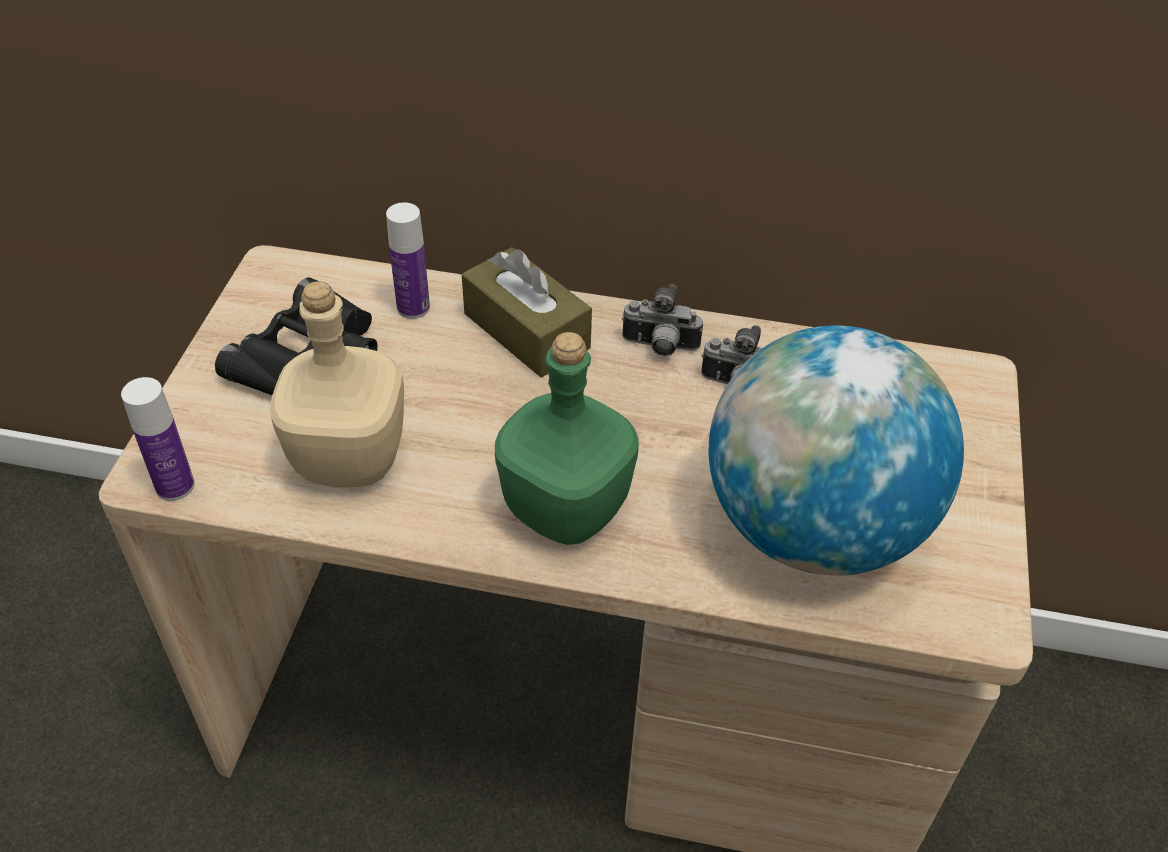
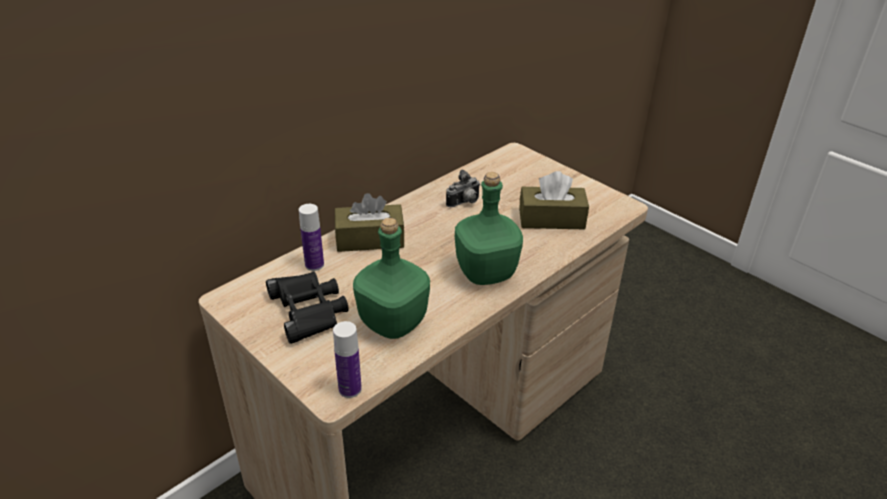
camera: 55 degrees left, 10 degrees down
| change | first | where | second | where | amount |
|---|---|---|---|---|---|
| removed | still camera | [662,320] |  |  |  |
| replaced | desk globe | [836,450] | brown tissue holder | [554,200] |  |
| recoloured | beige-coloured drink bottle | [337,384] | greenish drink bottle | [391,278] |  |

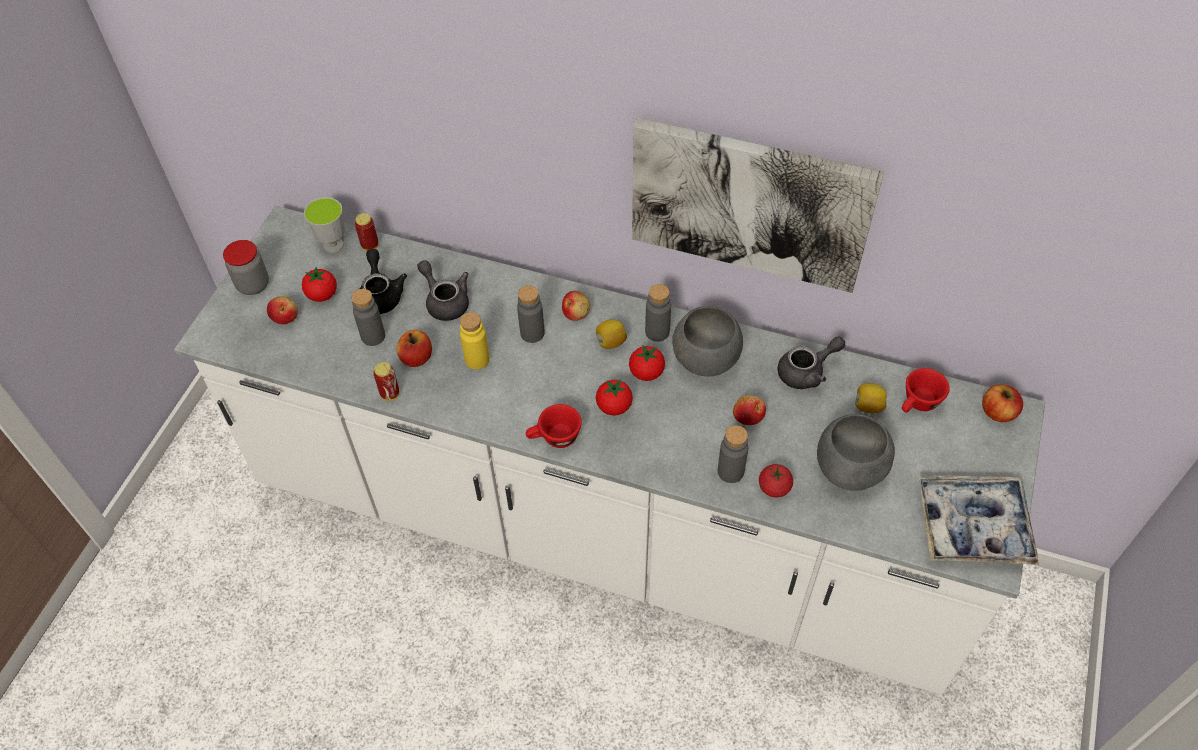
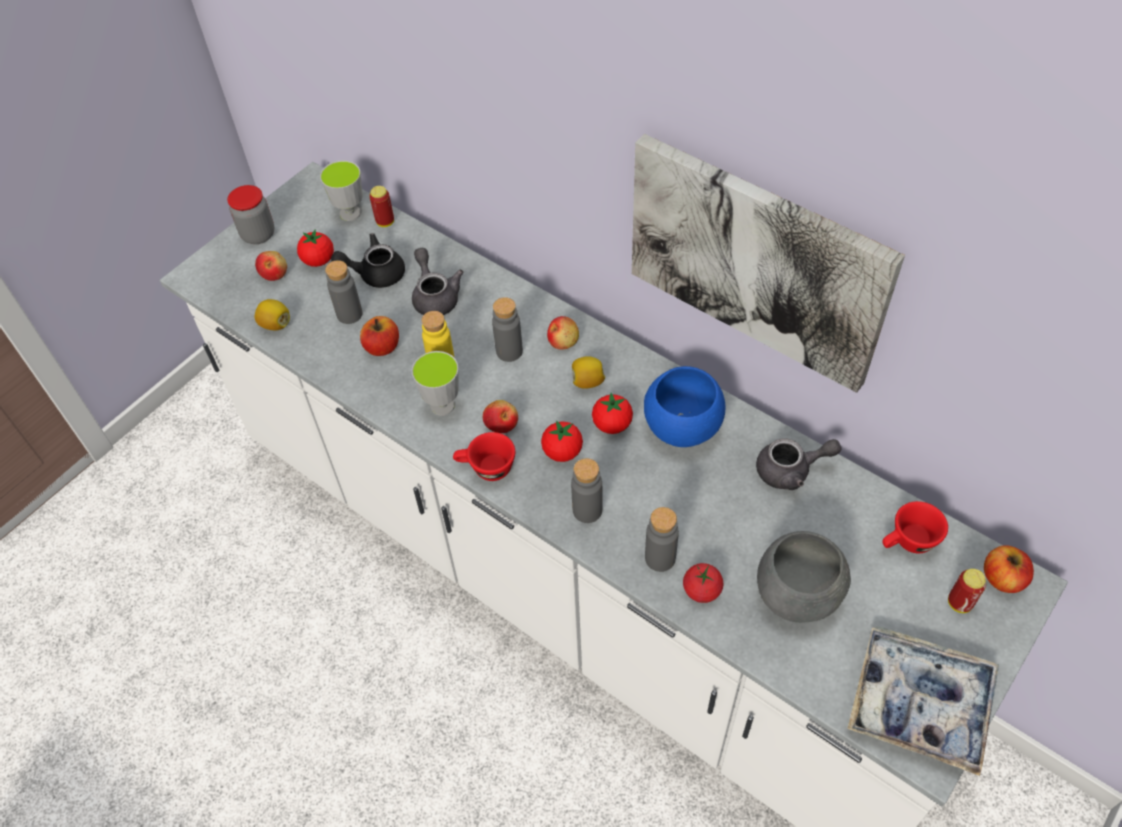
camera: 20 degrees right, 0 degrees up
| change | first | where | second | where | amount |
|---|---|---|---|---|---|
| added |  |  | drinking cup | [435,383] |  |
| moved | metal can | [386,381] |  | [967,591] |  |
| moved | gray drink bottle | [658,313] |  | [586,490] |  |
| moved | apple | [749,410] |  | [500,416] |  |
| moved | whole lemon | [871,398] |  | [272,315] |  |
| recoloured | gray deep dish | [707,341] | blue deep dish | [684,406] |  |
| turned | black tea pot | [383,281] |  | [368,260] | 105 degrees counterclockwise |

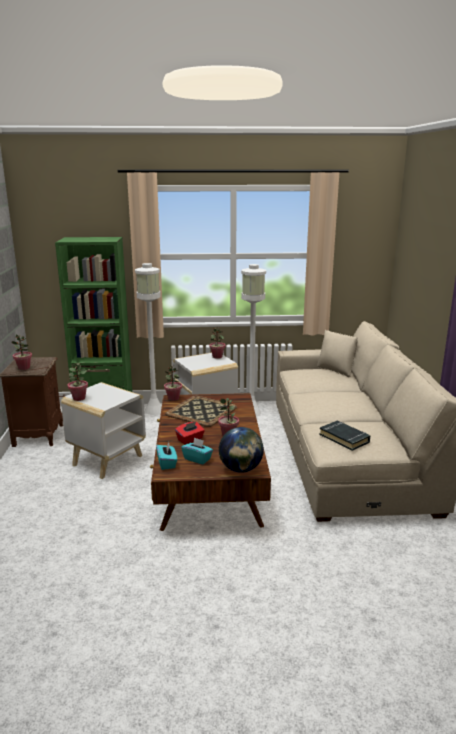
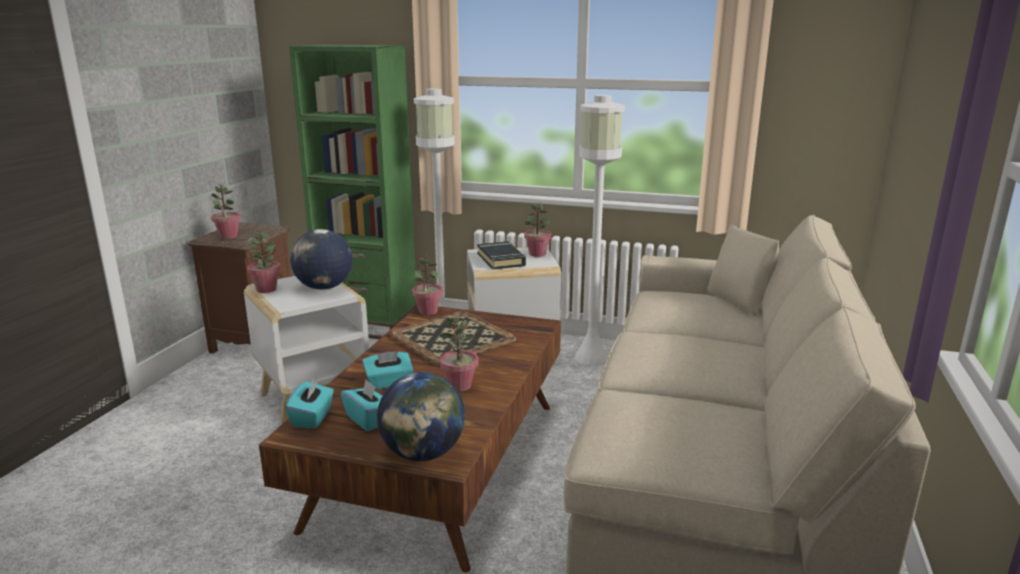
camera: 20 degrees right, 0 degrees up
| change | first | where | second | where | amount |
|---|---|---|---|---|---|
| added |  |  | desk globe | [321,259] |  |
| moved | black volume | [345,436] |  | [501,255] |  |
| recoloured | red tissue holder | [190,433] | turquoise-coloured tissue holder | [387,371] |  |

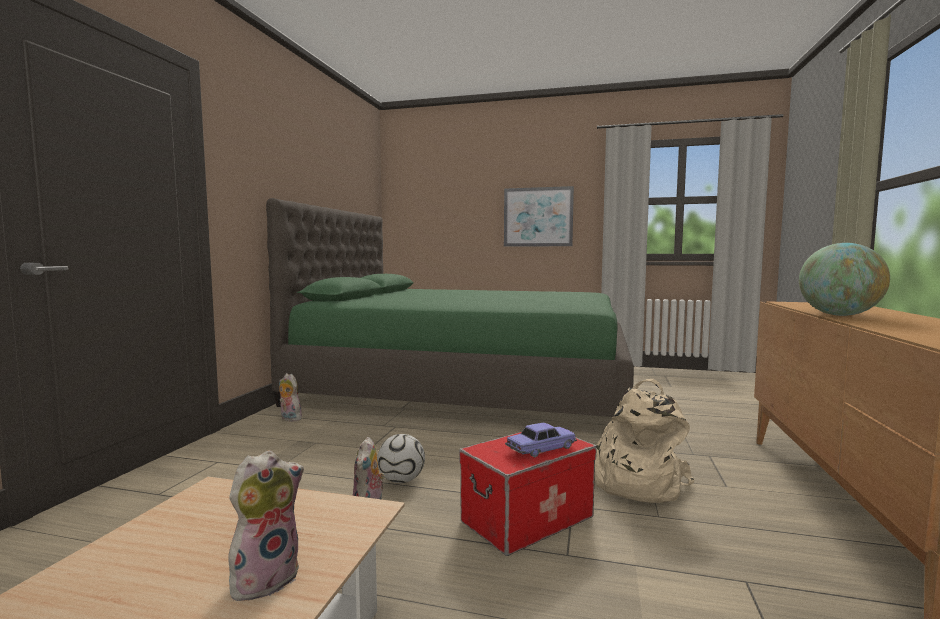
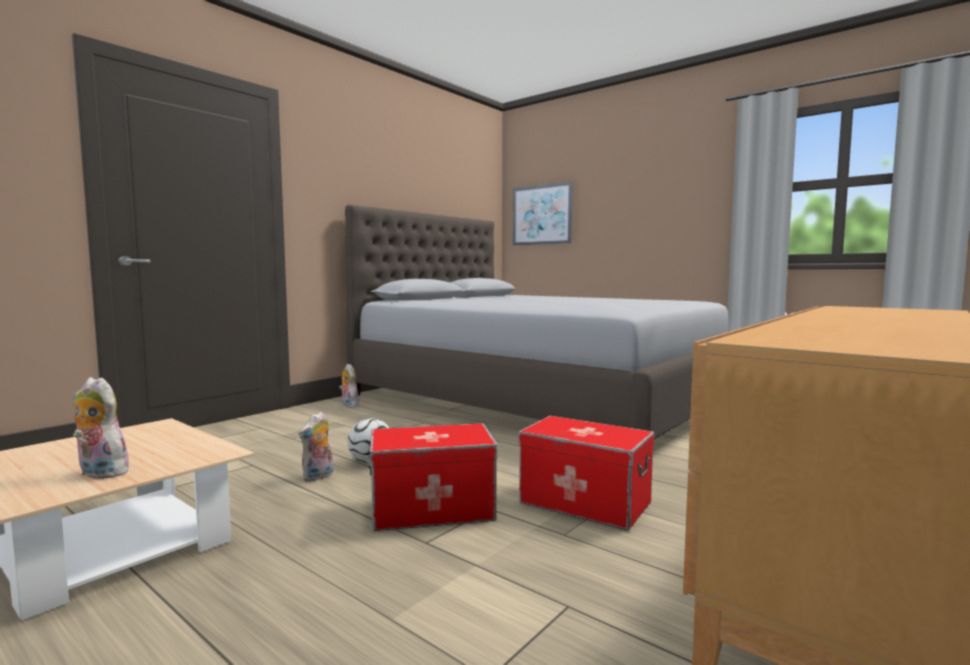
camera: 25 degrees right, 0 degrees up
| change | first | where | second | where | amount |
|---|---|---|---|---|---|
| removed | miniature car | [541,440] |  |  |  |
| removed | desk globe | [844,279] |  |  |  |
| moved | picture | [539,216] |  | [543,213] |  |
| replaced | beige-coloured rucksack | [644,441] | storage container | [586,473] |  |
| recoloured | greenish bed | [450,307] | gray bed | [537,322] |  |
| turned | plush toy | [266,526] |  | [101,428] | 135 degrees counterclockwise |

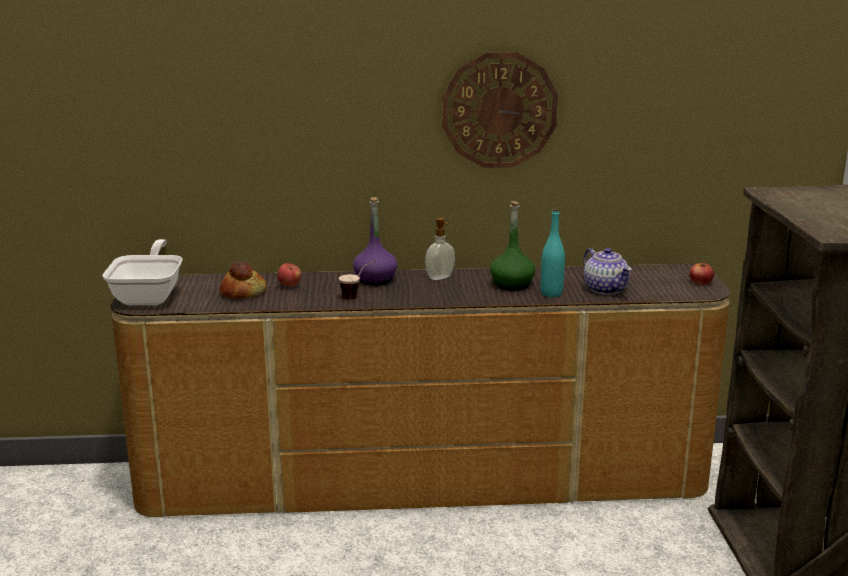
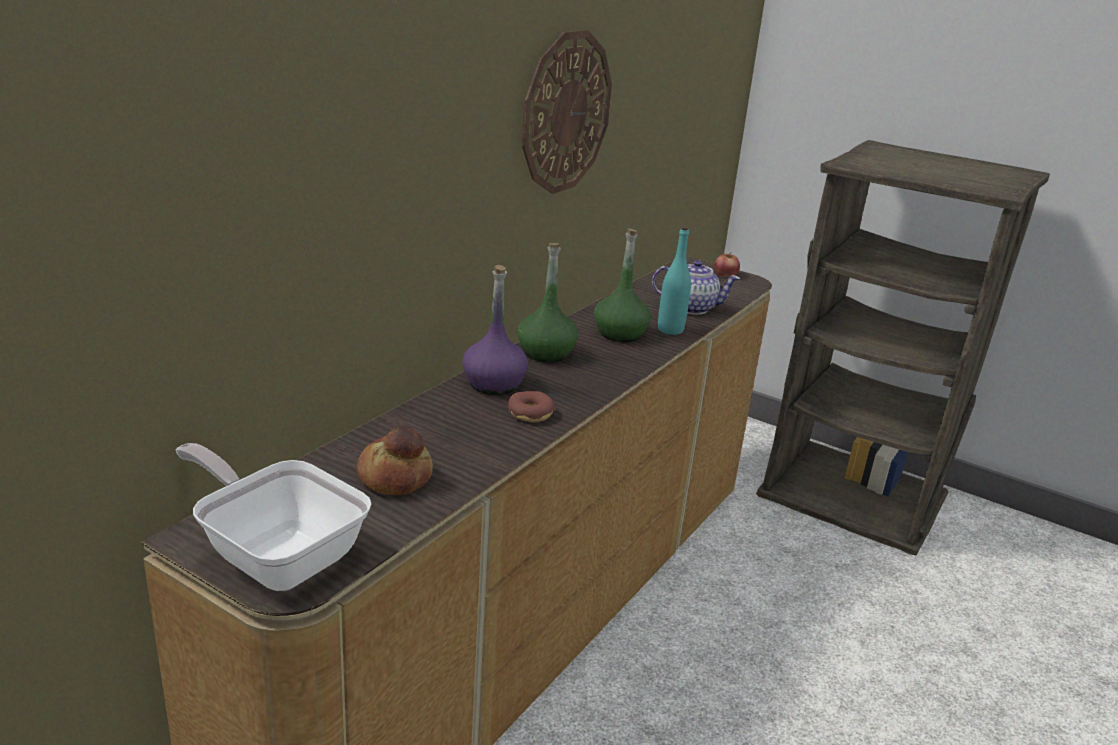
camera: 55 degrees left, 5 degrees up
| change | first | where | second | where | amount |
|---|---|---|---|---|---|
| removed | apple | [289,275] |  |  |  |
| replaced | drinking cup | [357,280] | donut | [531,406] |  |
| replaced | liquid soap bottle | [440,248] | greenish drink bottle | [547,302] |  |

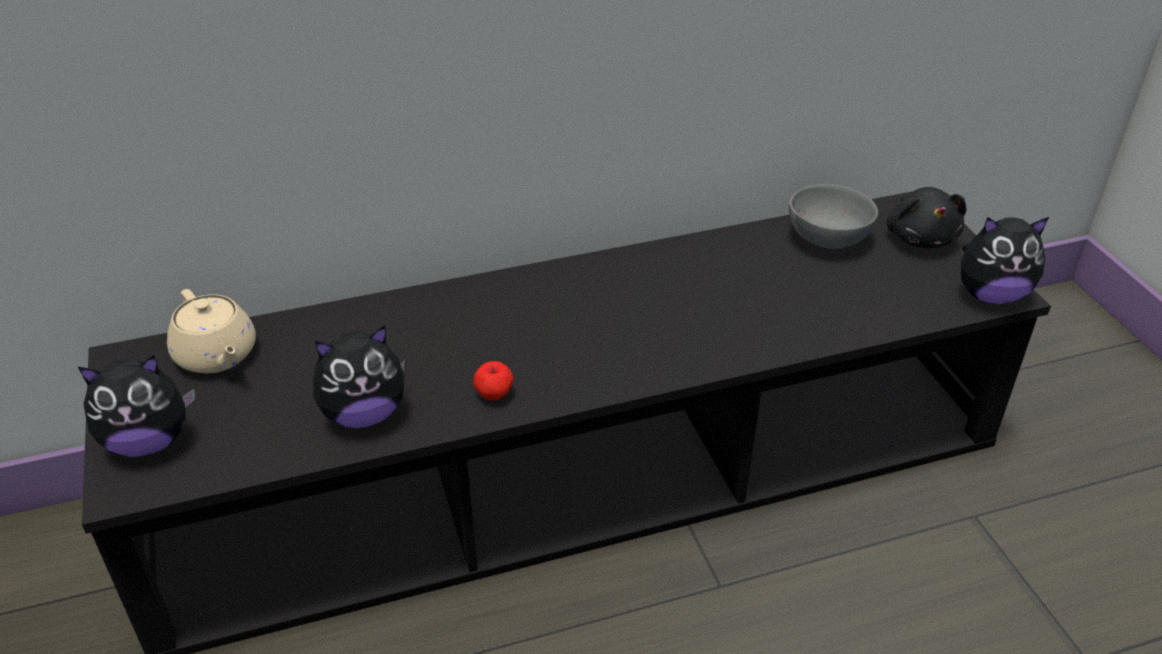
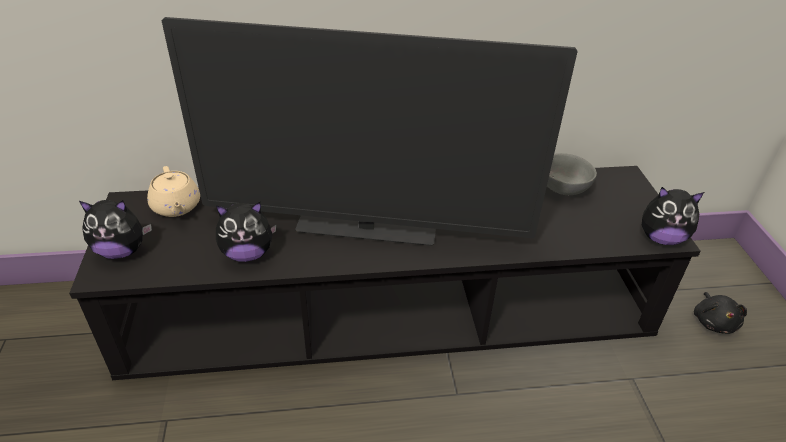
camera: 10 degrees right, 0 degrees up
| change | first | where | second | where | amount |
|---|---|---|---|---|---|
| removed | apple | [493,381] |  |  |  |
| added |  |  | TV | [370,131] |  |
| moved | black plush toy | [927,217] |  | [720,313] |  |

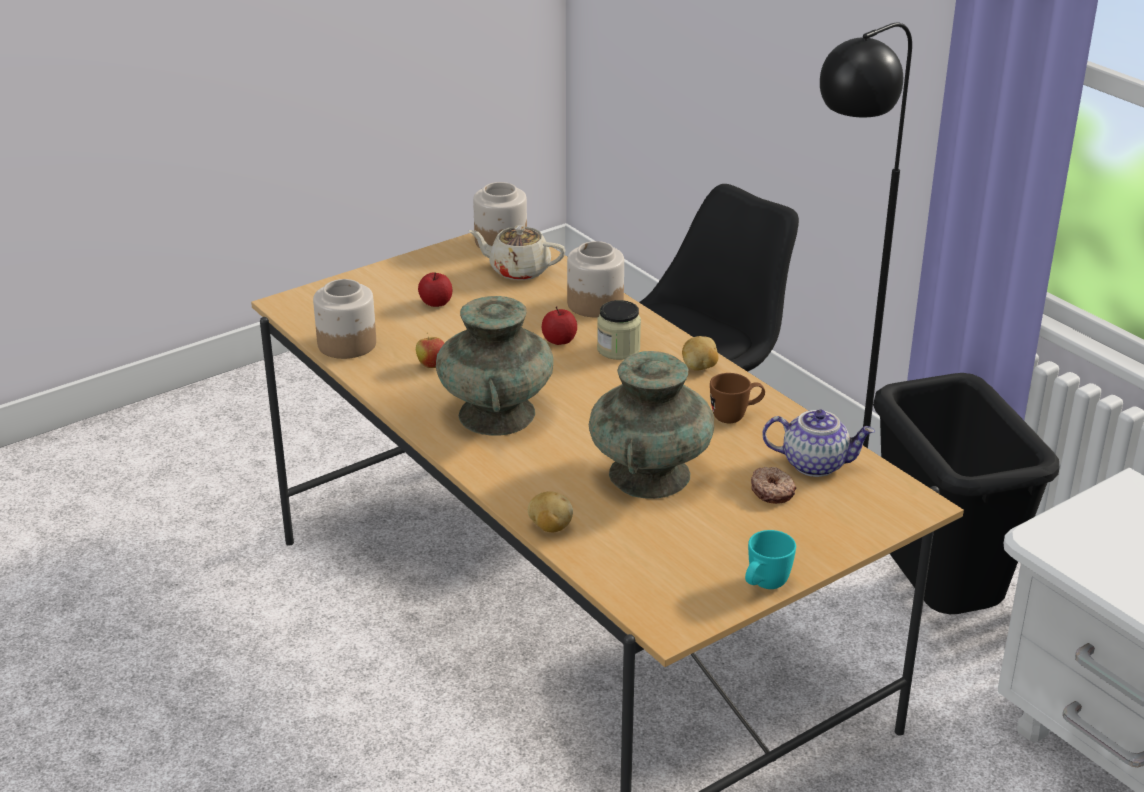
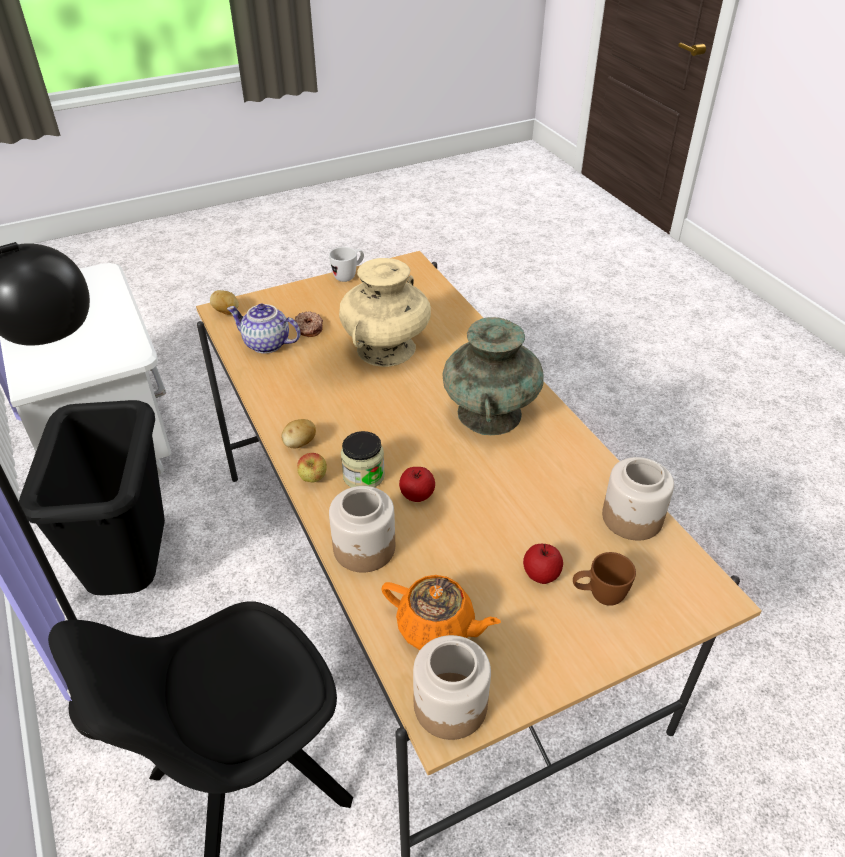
camera: 170 degrees left, 10 degrees up
| change | first | where | second | where | amount |
|---|---|---|---|---|---|
| moved | apple | [430,350] |  | [312,468] |  |
| moved | spud | [550,511] |  | [224,302] |  |
| moved | brown tea mug | [737,398] |  | [604,579] |  |
| recoloured | beige-coloured tea pot | [517,252] | orange tea pot | [441,612] |  |
| recoloured | turquoise-coloured vase | [651,425] | beige-coloured vase | [385,312] |  |
| recoloured | turquoise-coloured tea mug | [770,559] | white-coloured tea mug | [346,264] |  |

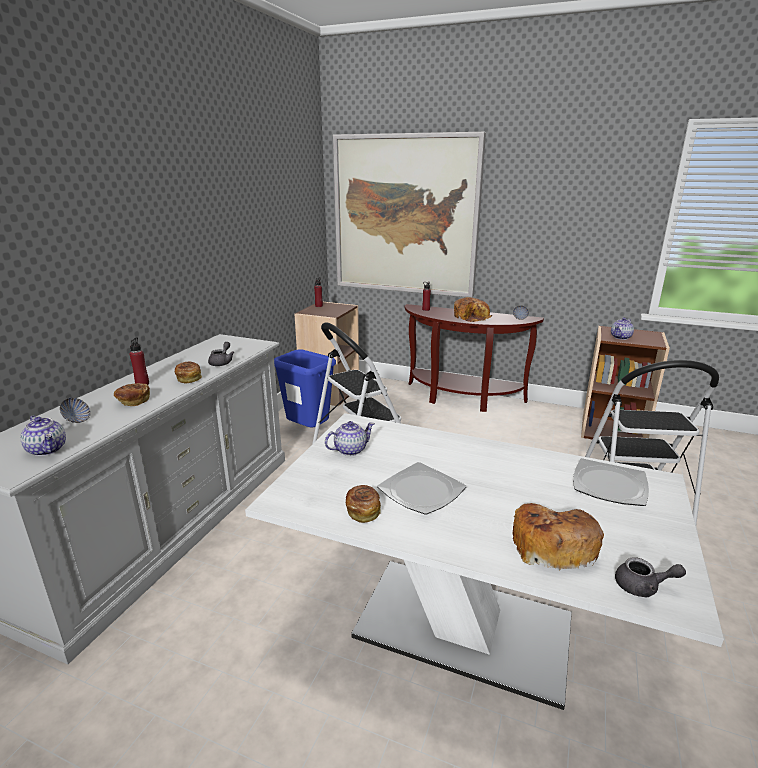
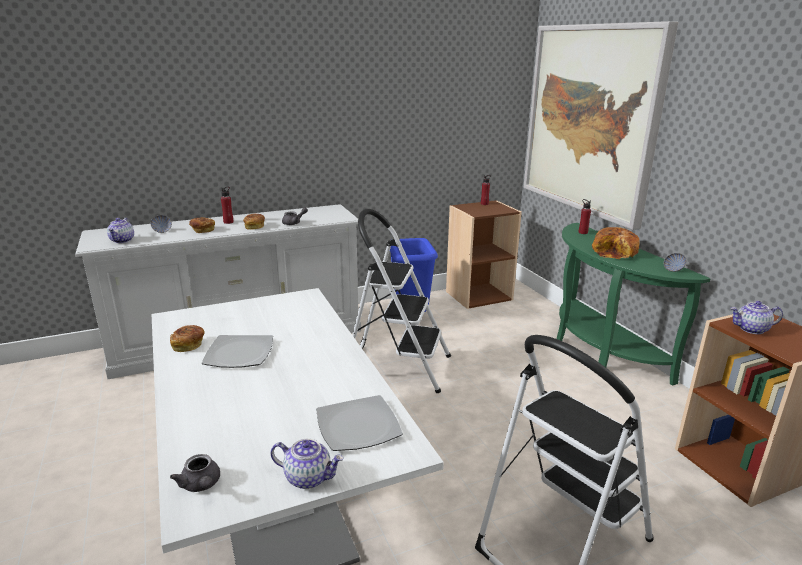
camera: 45 degrees right, 0 degrees up
| change | first | where | second | where | amount |
|---|---|---|---|---|---|
| removed | baked bread | [558,537] |  |  |  |
| moved | tea pot | [350,438] |  | [307,464] |  |
| recoloured | brown narrow table | [474,358] | greenish narrow table | [634,304] |  |

